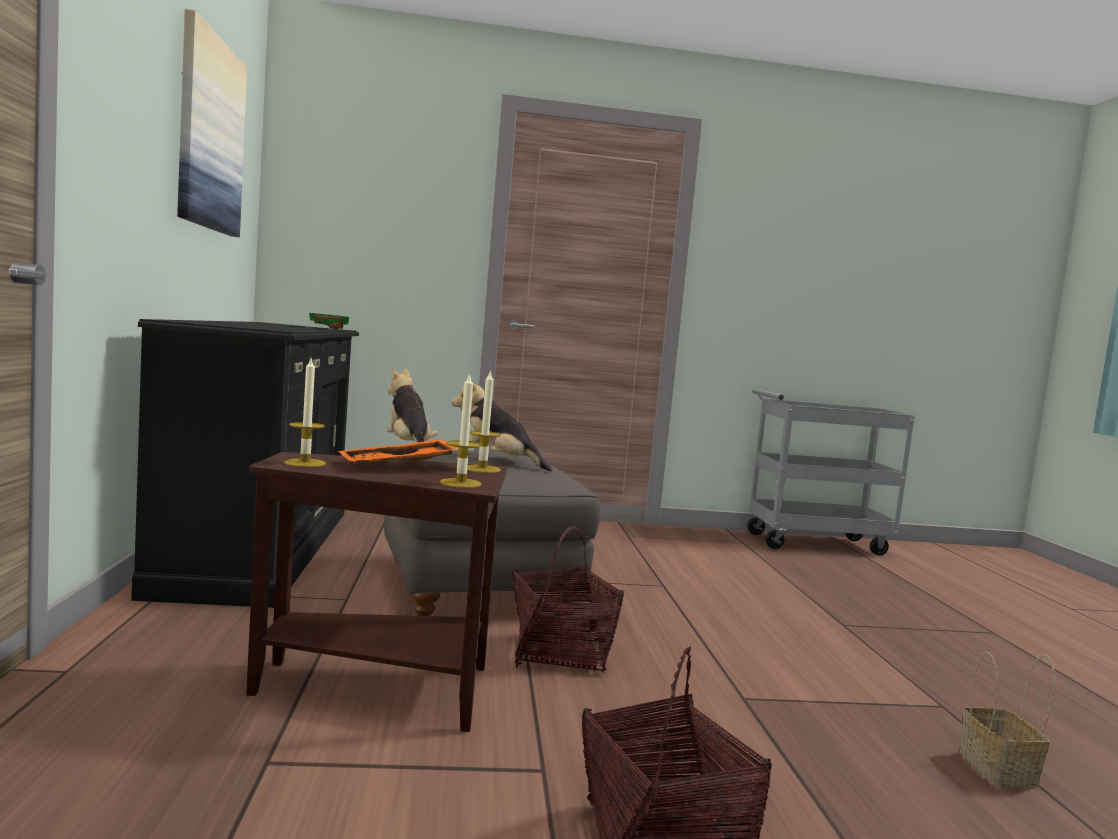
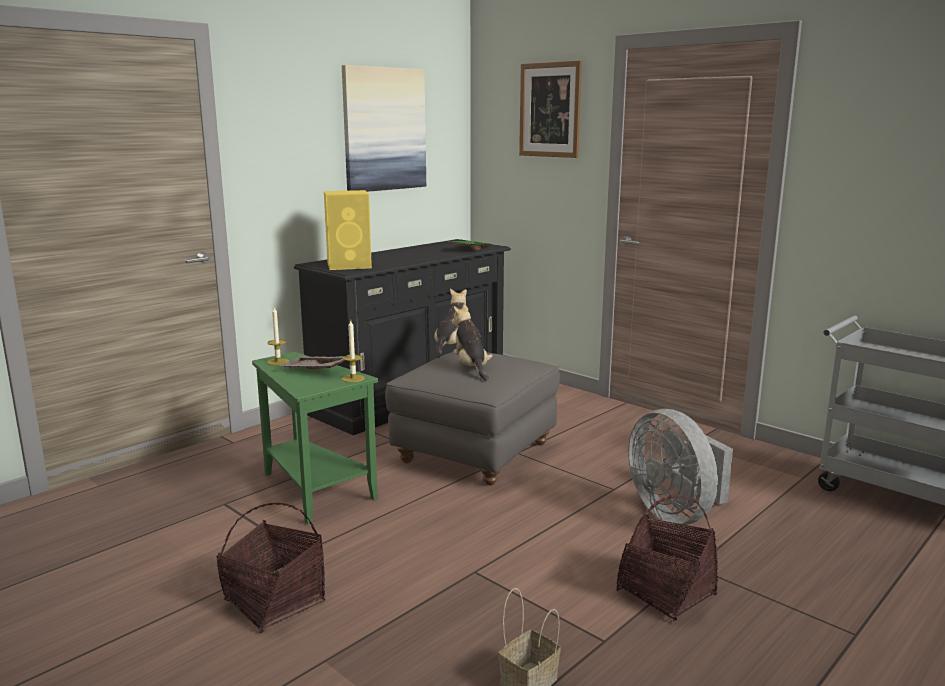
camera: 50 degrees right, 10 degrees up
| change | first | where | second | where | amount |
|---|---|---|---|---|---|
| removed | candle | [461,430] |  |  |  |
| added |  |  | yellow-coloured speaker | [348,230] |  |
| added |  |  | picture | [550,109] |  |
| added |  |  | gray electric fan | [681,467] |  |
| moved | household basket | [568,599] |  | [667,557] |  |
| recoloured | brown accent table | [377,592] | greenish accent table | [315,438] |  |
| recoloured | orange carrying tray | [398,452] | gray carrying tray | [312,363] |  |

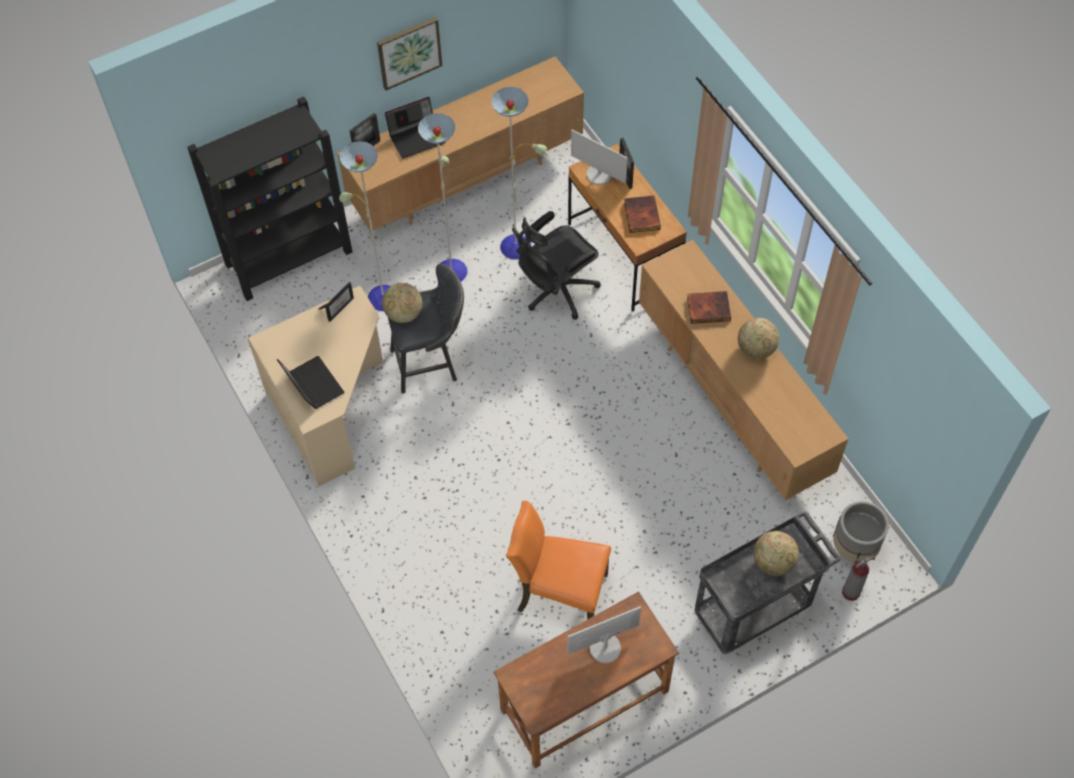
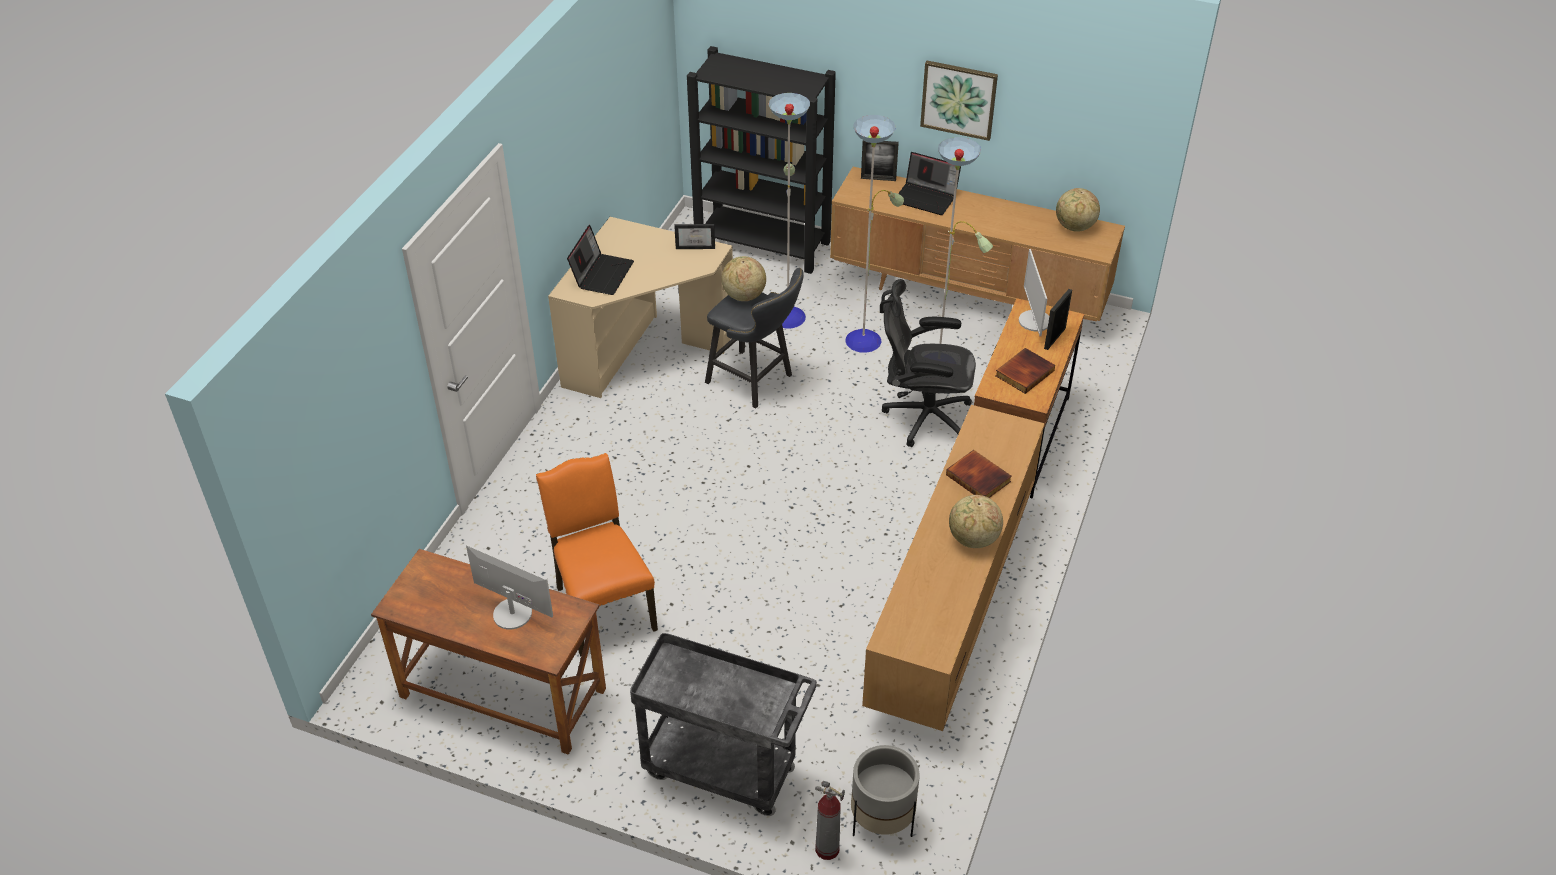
camera: 50 degrees right, 15 degrees down
| change | first | where | second | where | amount |
|---|---|---|---|---|---|
| moved | desk globe | [776,553] |  | [1078,210] |  |

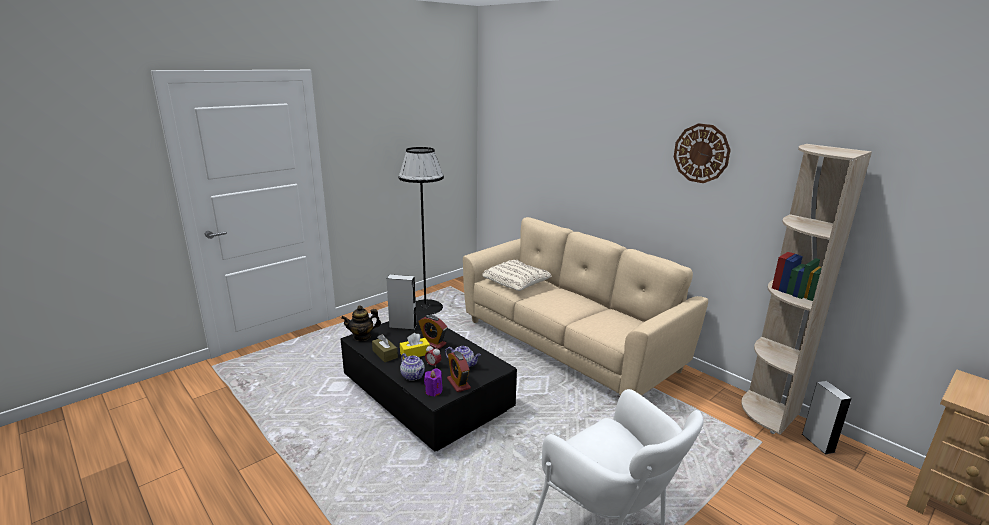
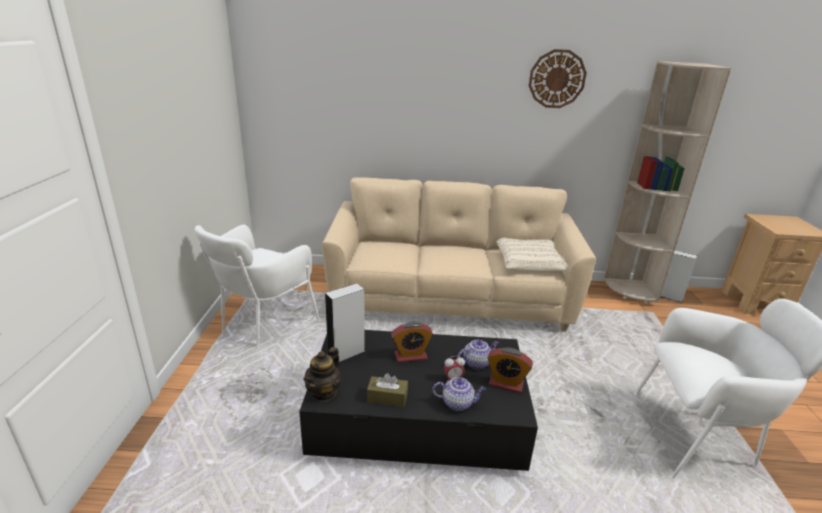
camera: 45 degrees left, 5 degrees up
| change | first | where | second | where | amount |
|---|---|---|---|---|---|
| removed | yellow-coloured tissue holder | [415,346] |  |  |  |
| removed | purple-coloured candle | [433,382] |  |  |  |
| moved | beige-coloured cushion | [517,275] |  | [532,254] |  |
| replaced | black standard lamp | [421,231] | white-coloured easy chair | [257,286] |  |

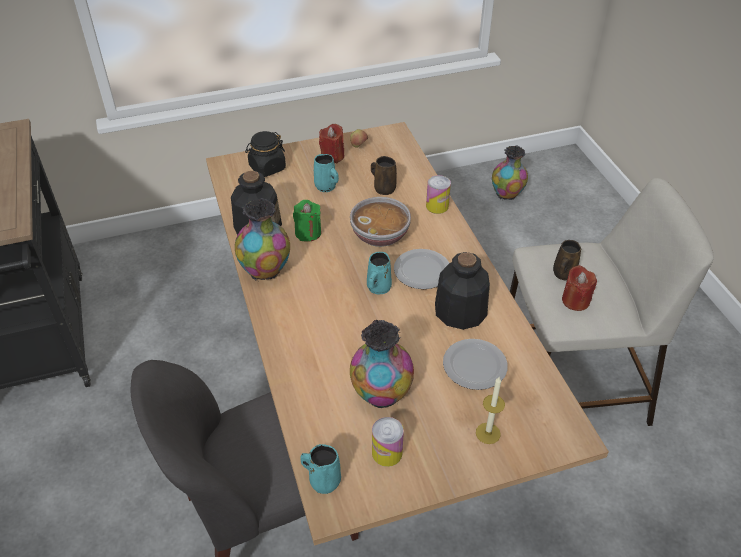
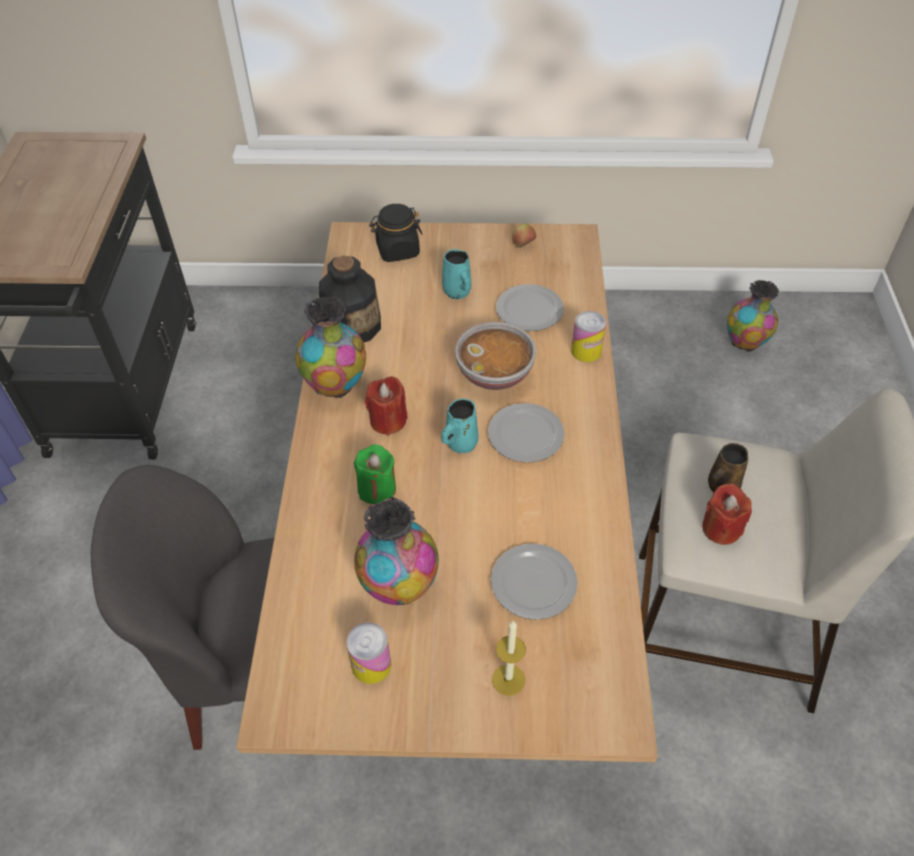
camera: 20 degrees right, 5 degrees up
| change | first | where | second | where | amount |
|---|---|---|---|---|---|
| removed | turquoise-coloured tea mug | [320,469] |  |  |  |
| removed | drink bottle | [462,291] |  |  |  |
| moved | greenish candle | [307,221] |  | [375,474] |  |
| moved | red candle | [332,144] |  | [386,406] |  |
| replaced | brown tea mug | [384,175] | flat dish | [530,307] |  |

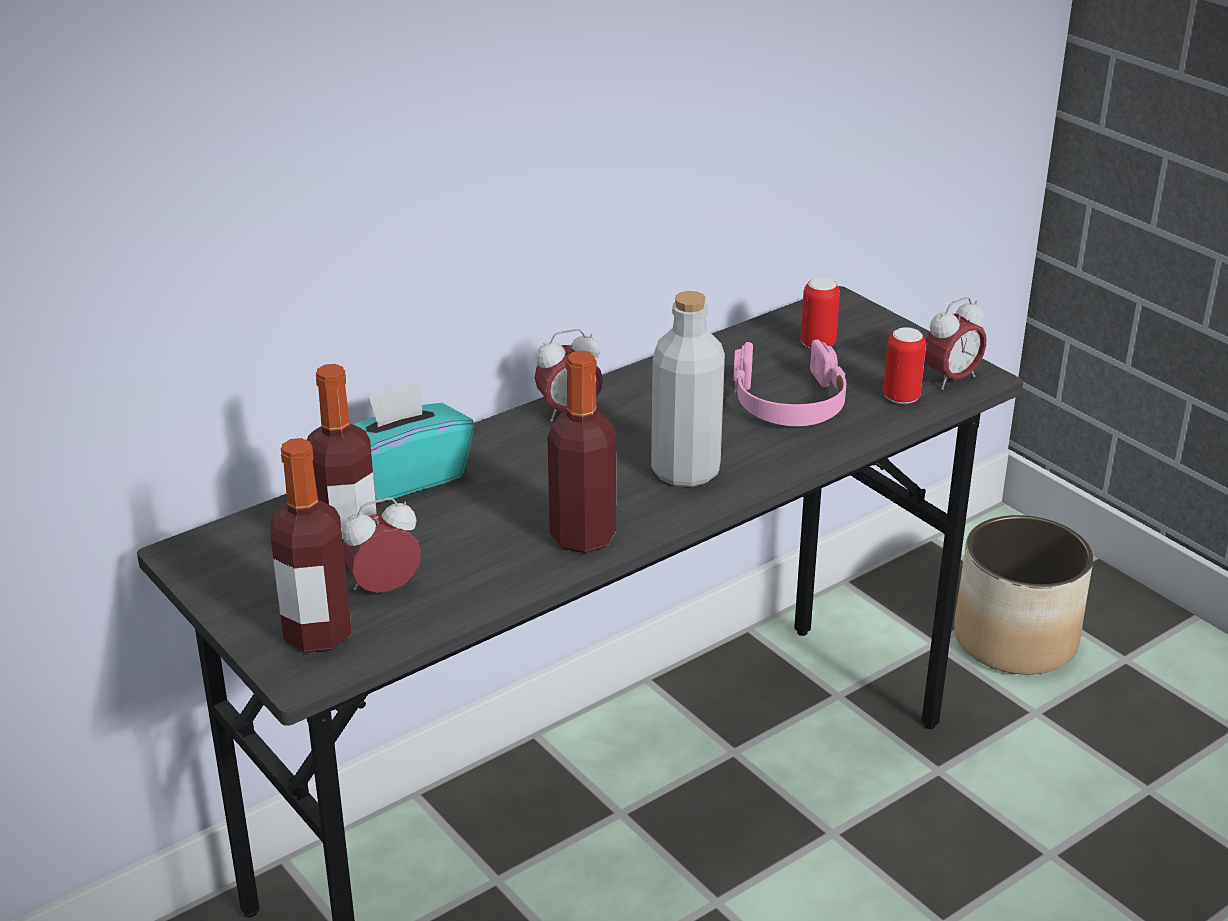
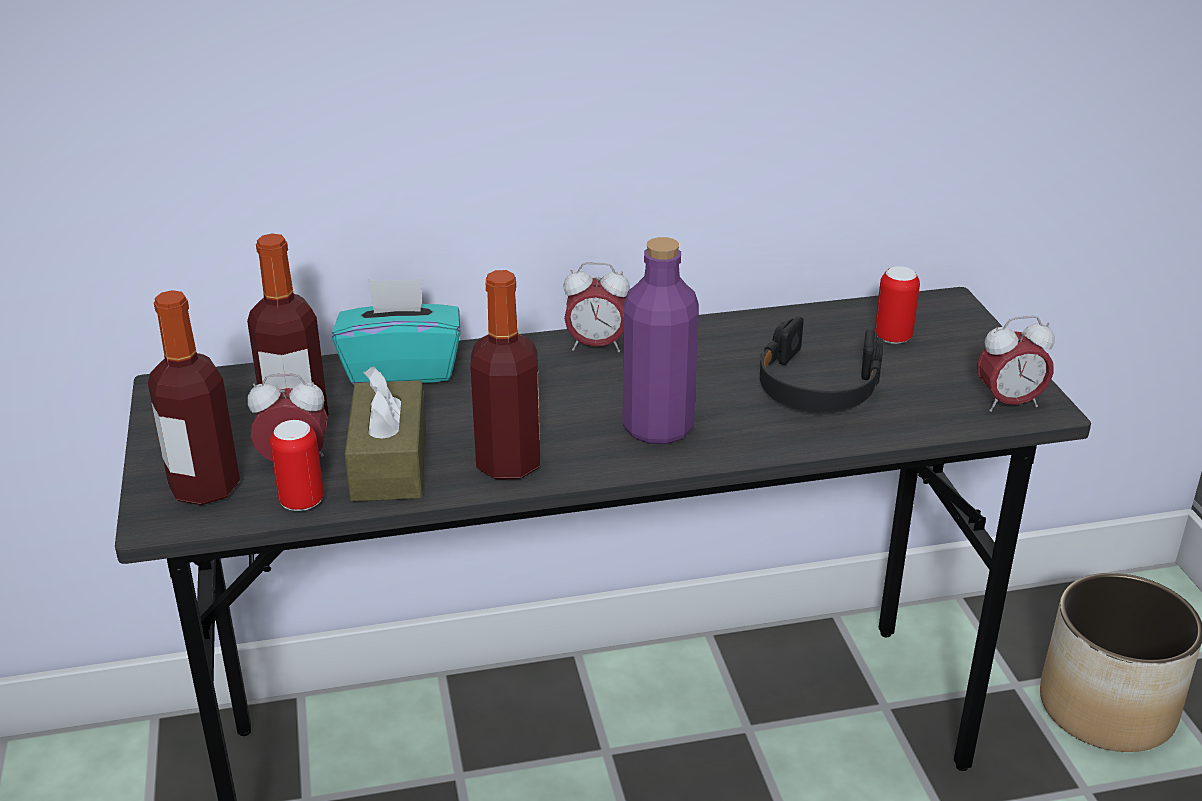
camera: 25 degrees right, 0 degrees up
| change | first | where | second | where | amount |
|---|---|---|---|---|---|
| added |  |  | brown tissue holder | [385,434] |  |
| moved | metal can | [904,365] |  | [297,465] |  |
| recoloured | gray drink bottle | [688,389] | purple-coloured drink bottle | [660,340] |  |
| recoloured | pinkish pair of headphones | [789,383] | black pair of headphones | [822,364] |  |

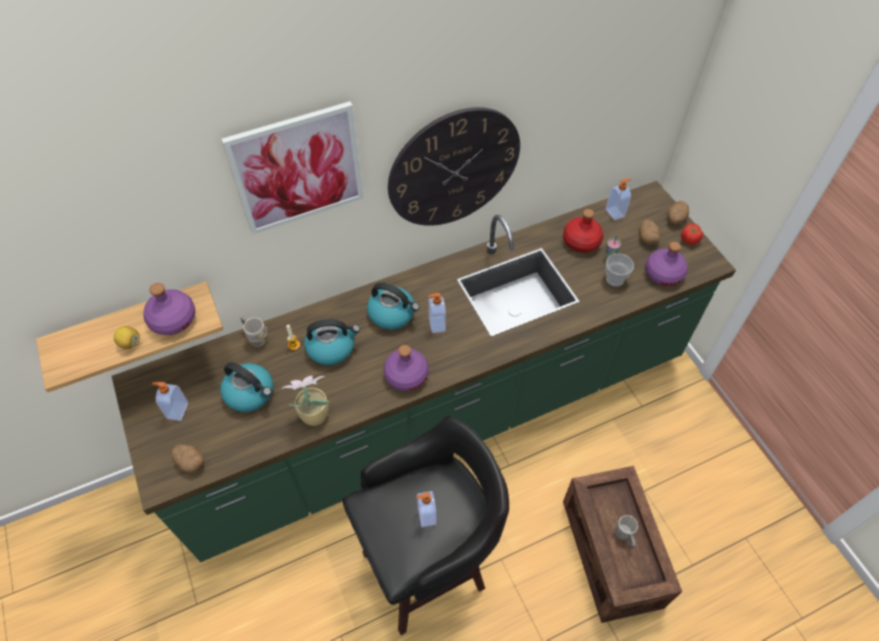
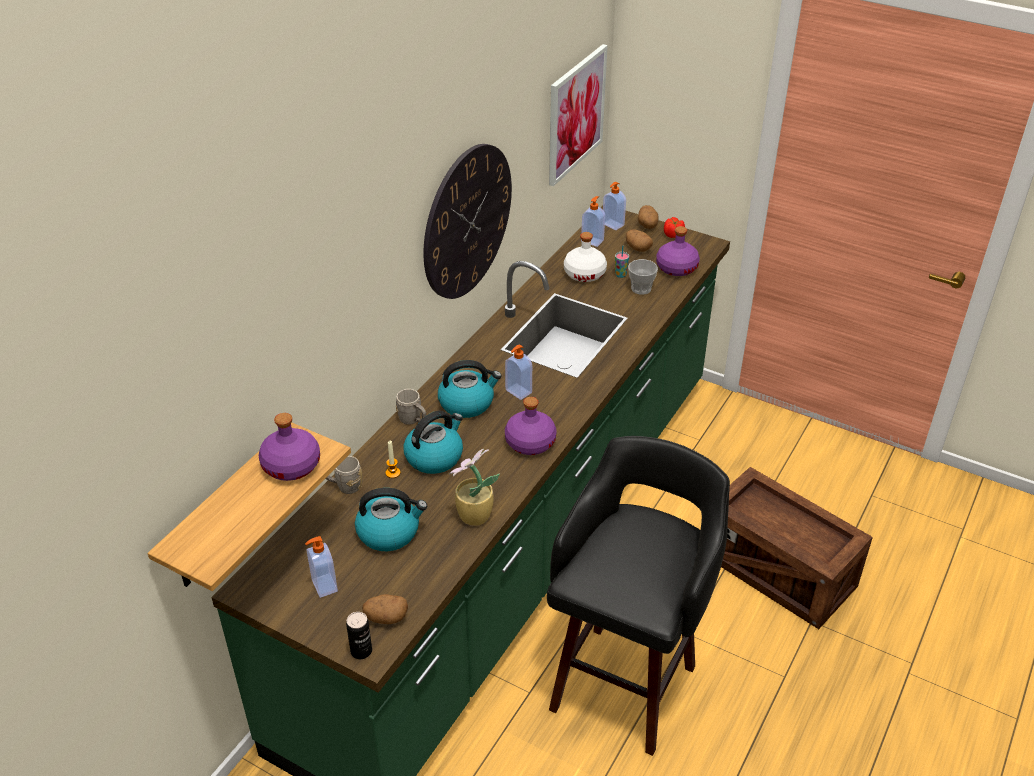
camera: 35 degrees left, 15 degrees down
| change | first | where | second | where | amount |
|---|---|---|---|---|---|
| removed | whole lemon | [127,337] |  |  |  |
| added |  |  | metal can | [359,635] |  |
| moved | picture | [293,168] |  | [578,115] |  |
| moved | liquid soap bottle | [426,509] |  | [614,206] |  |
| moved | gray tea mug | [626,532] |  | [411,407] |  |
| recoloured | red drink bottle | [583,231] | white-coloured drink bottle | [585,257] |  |

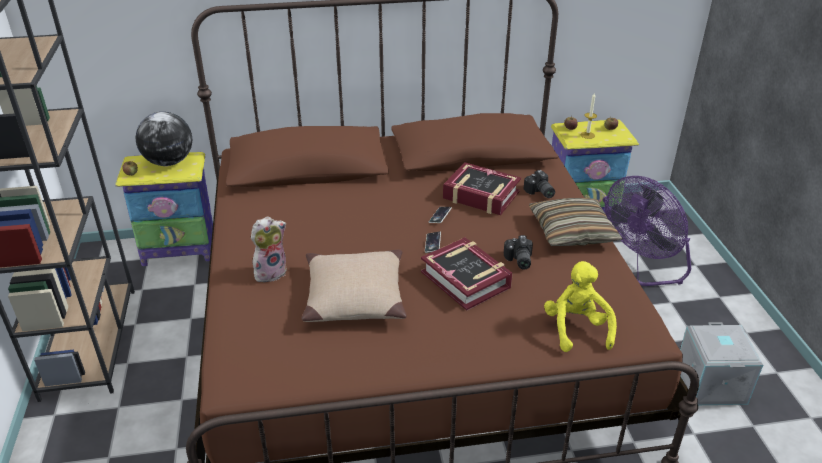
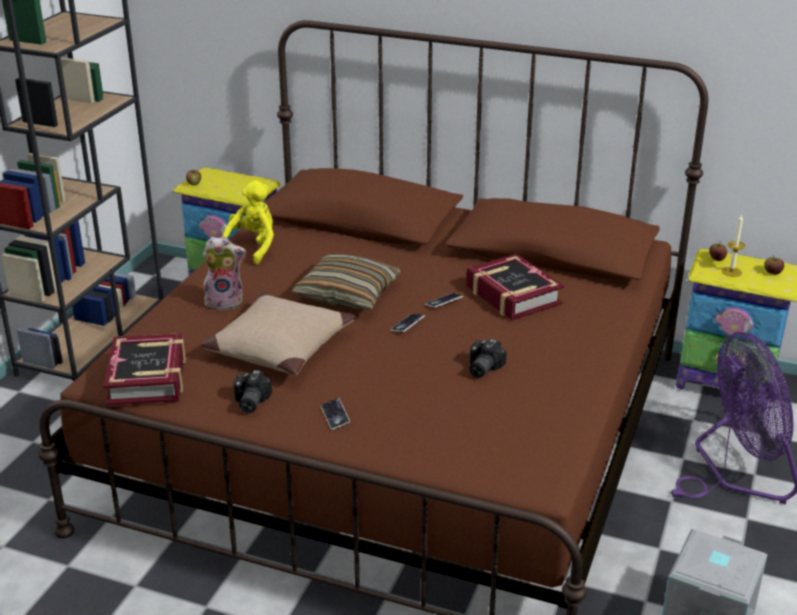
camera: 30 degrees right, 5 degrees down
| change | first | where | second | where | amount |
|---|---|---|---|---|---|
| removed | desk globe | [164,139] |  |  |  |
| added |  |  | telephone | [335,414] |  |
| moved | volume | [467,273] |  | [144,369] |  |
| moved | still camera | [539,184] |  | [252,392] |  |
| moved | cushion | [576,222] |  | [347,281] |  |
| moved | yellow-coloured plush toy | [580,306] |  | [248,222] |  |

